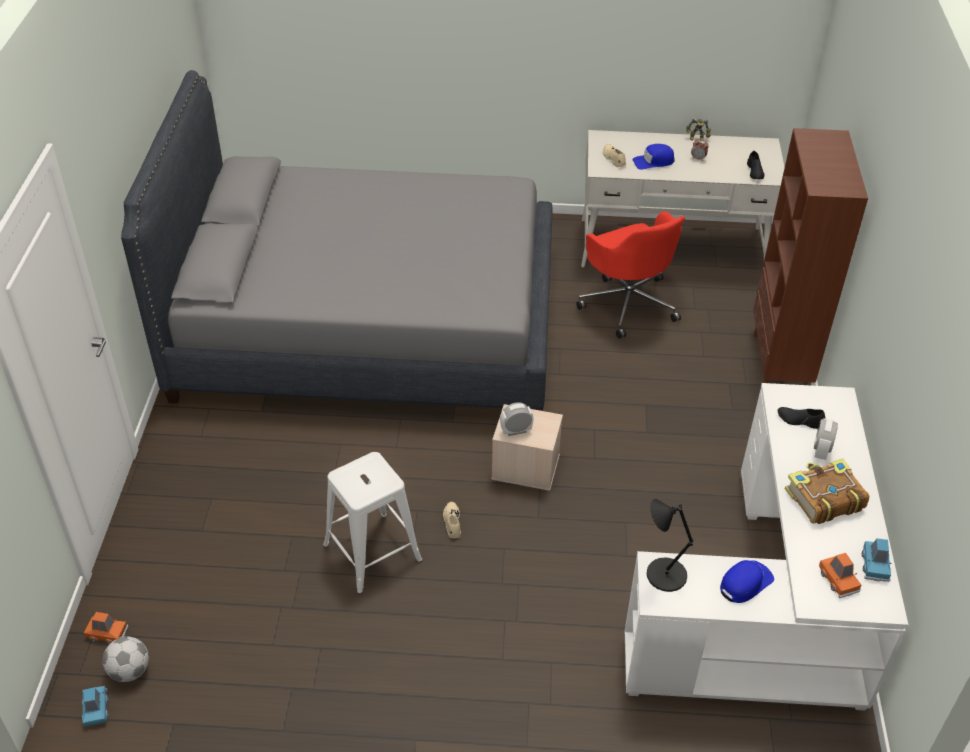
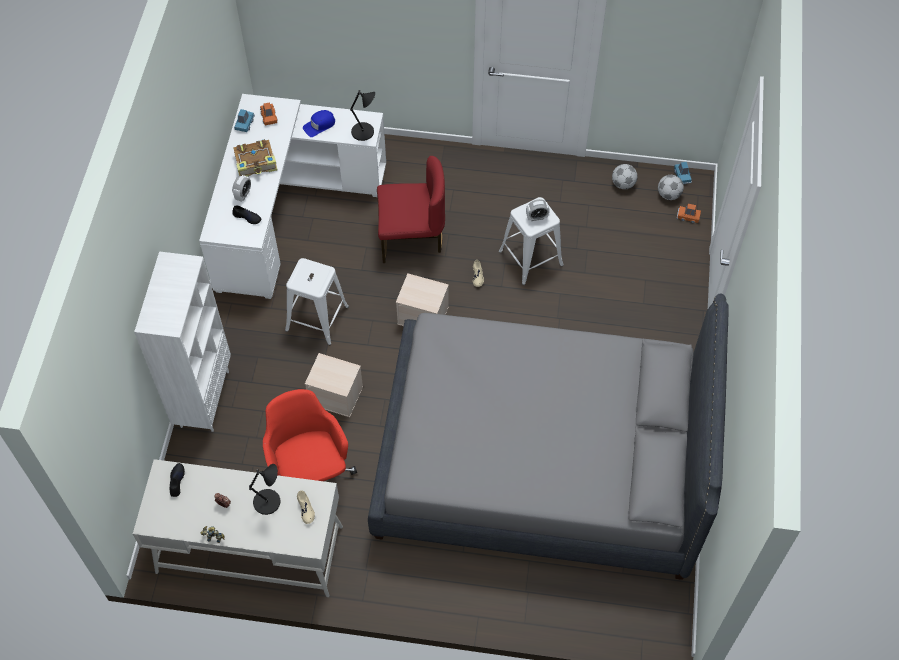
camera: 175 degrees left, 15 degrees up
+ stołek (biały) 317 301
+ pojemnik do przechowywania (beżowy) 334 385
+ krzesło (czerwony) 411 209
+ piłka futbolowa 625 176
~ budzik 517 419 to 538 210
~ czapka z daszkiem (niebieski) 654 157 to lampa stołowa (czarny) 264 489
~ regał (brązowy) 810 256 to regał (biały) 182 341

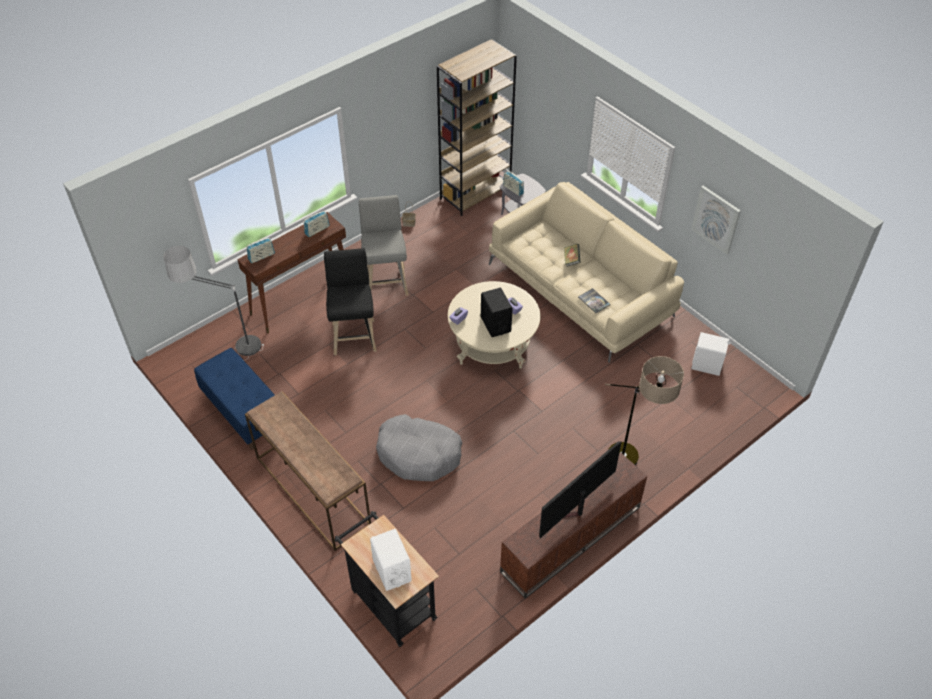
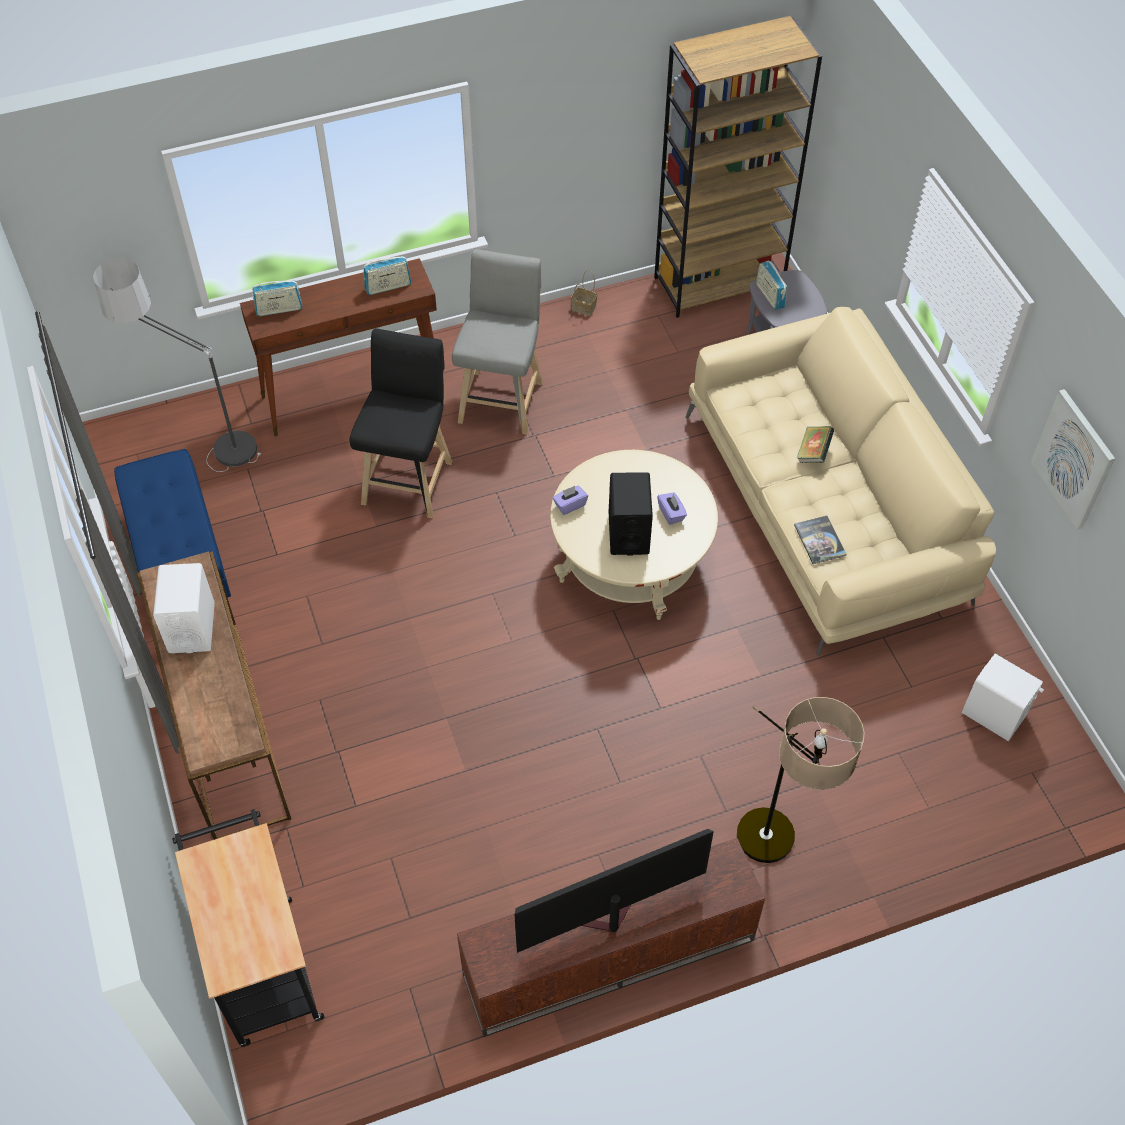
camera: 20 degrees right, 5 degrees up
- legowisko (szary) 419 447
~ głośnik (biały) 391 560 to 184 608

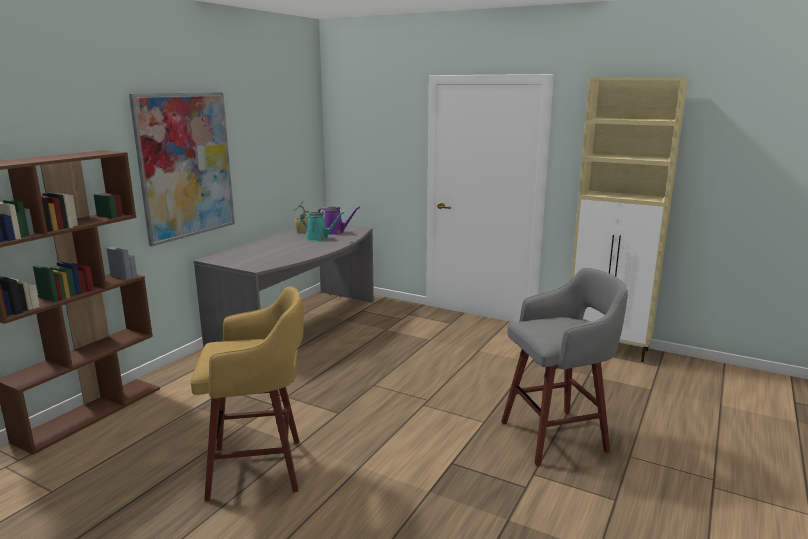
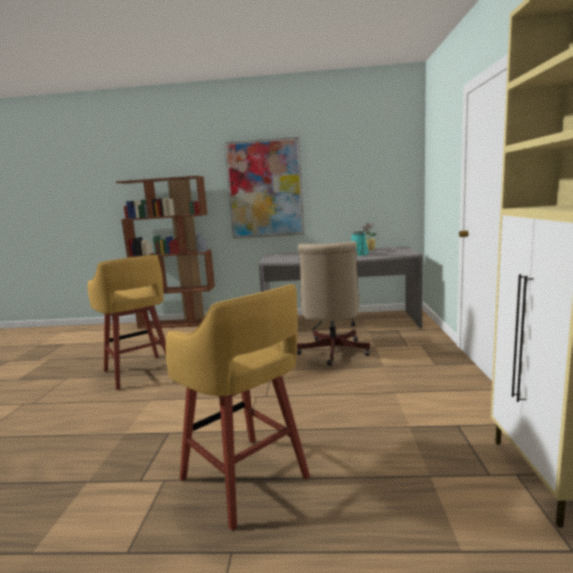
camera: 65 degrees right, 5 degrees down
- konewka (fioletowy) 339 221
+ krzesło biurowe (beżowy) 333 303
~ stołek (szary) 564 367 to stołek (żółty) 238 407

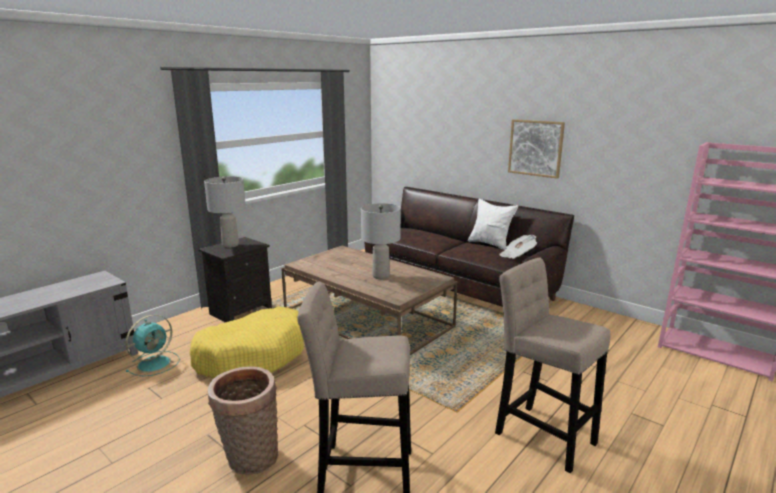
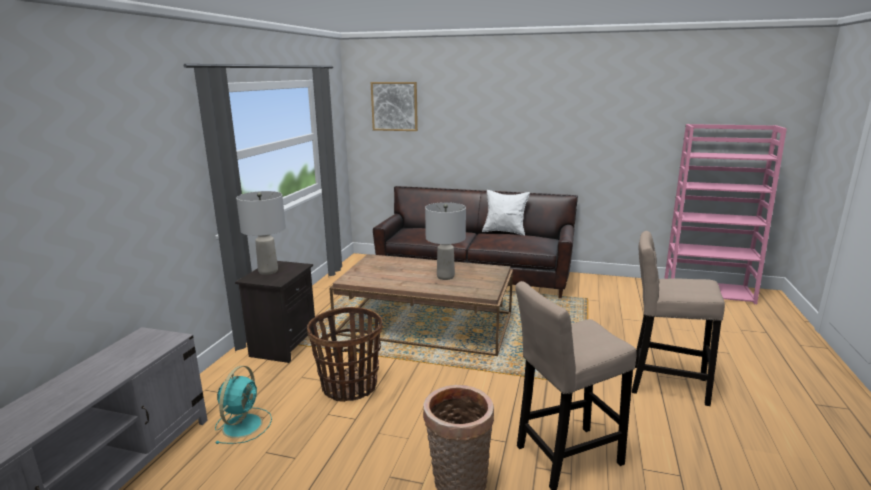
camera: 25 degrees left, 0 degrees up
- gazeta 518 247
~ obraz 536 149 to 394 106
~ legowisko (żółty) 247 343 to koszyk 344 354

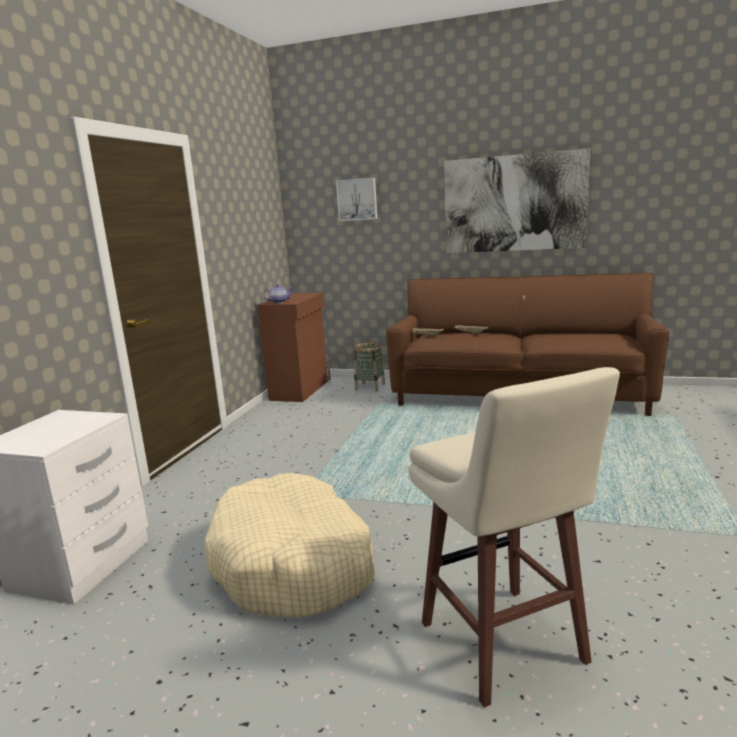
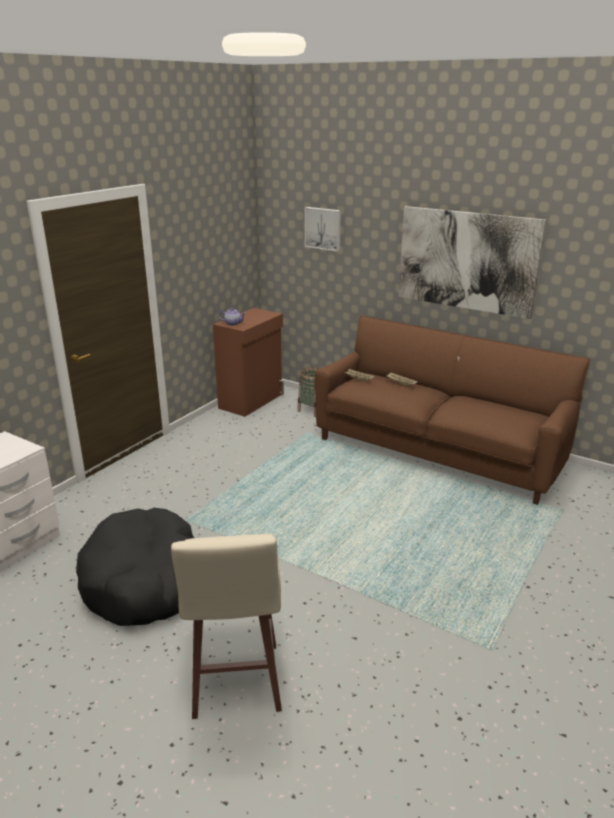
camera: 15 degrees right, 10 degrees up
~ legowisko (beżowy) 289 545 to legowisko (czarny) 135 567

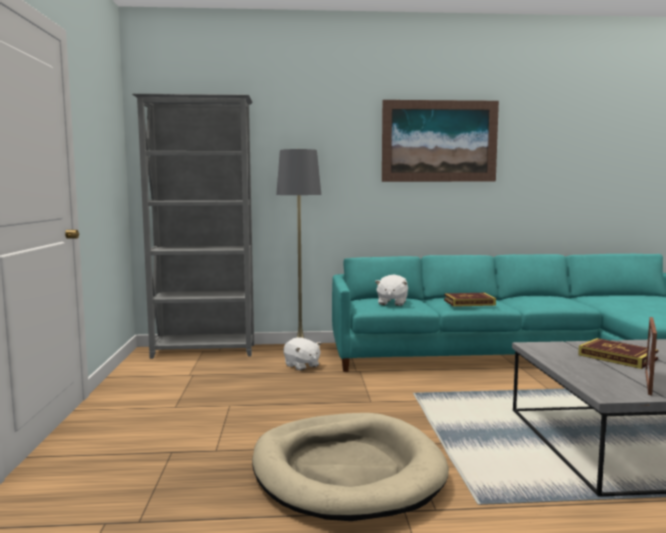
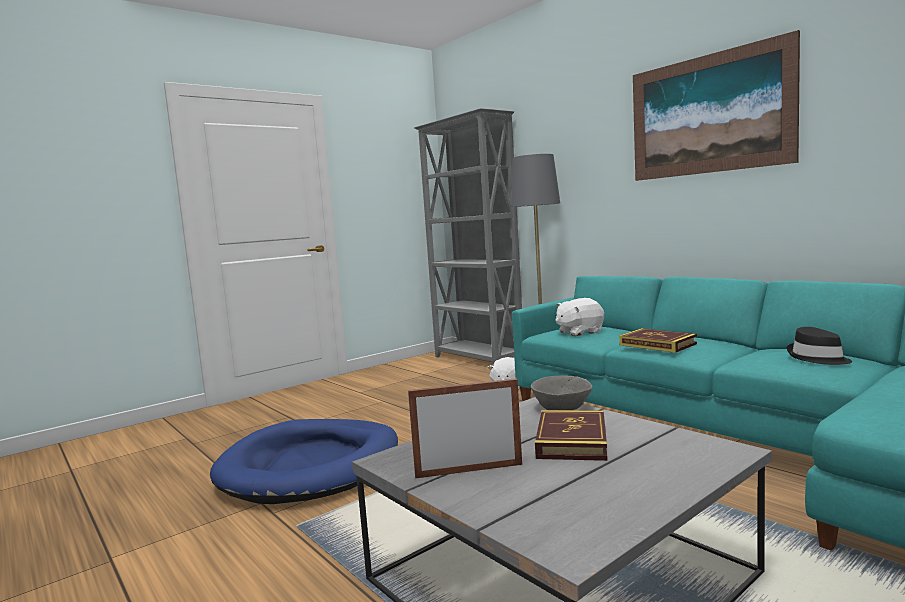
camera: 55 degrees right, 0 degrees up
+ miska (szary) 561 393
+ kapelusz (czarny) 819 346
~ legowisko (beżowy) 350 467 to legowisko (niebieski) 304 461

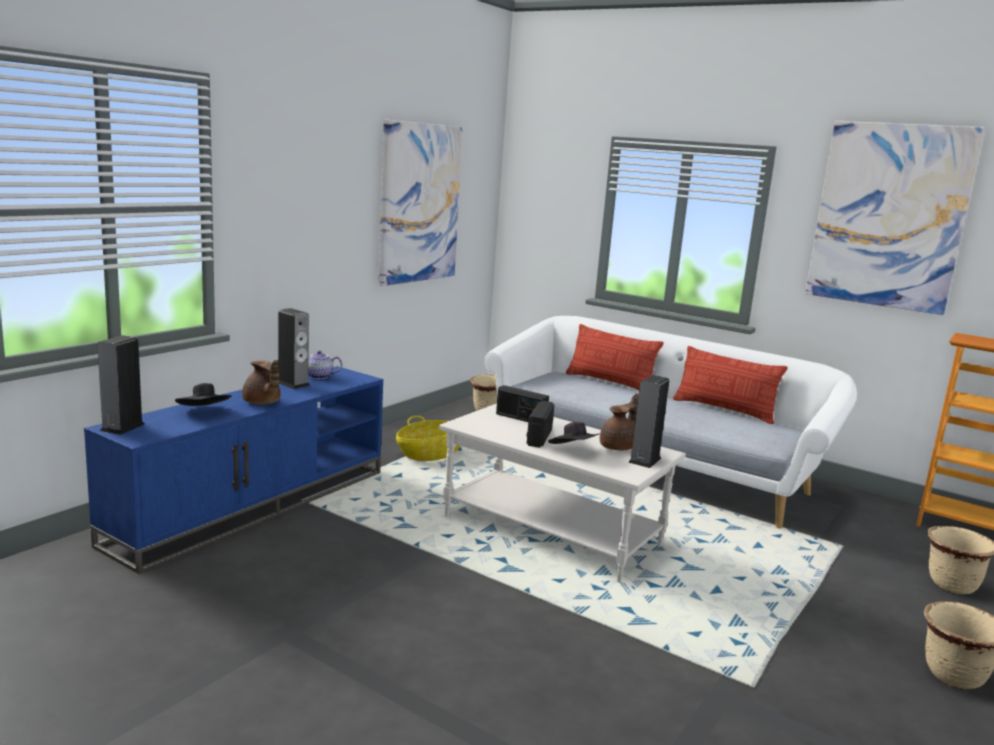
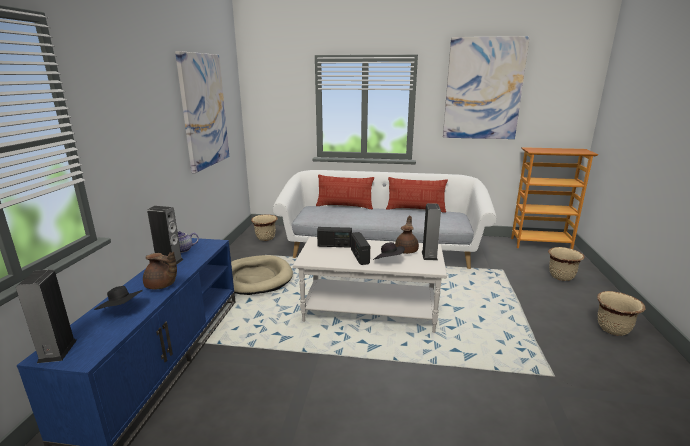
camera: 25 degrees left, 5 degrees up
~ koszyk 428 438 to legowisko (beżowy) 262 275

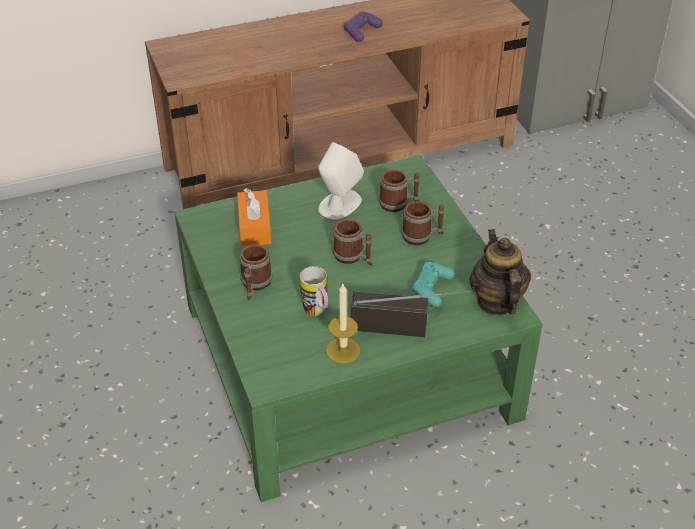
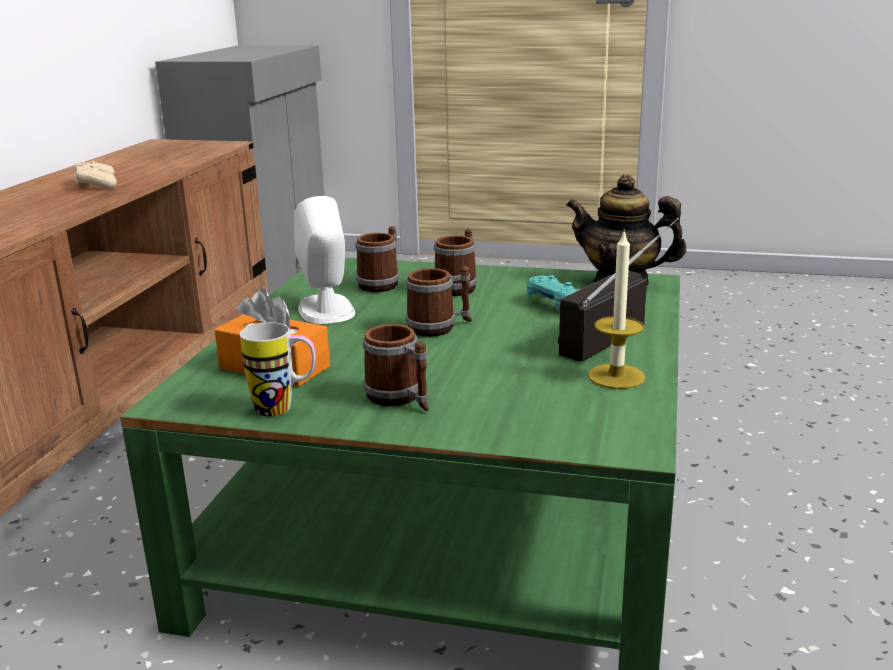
camera: 55 degrees left, 20 degrees down
~ kubek 314 291 to 278 369
~ pad do gier (fioletowy) 363 27 to pad do gier (beżowy) 95 175

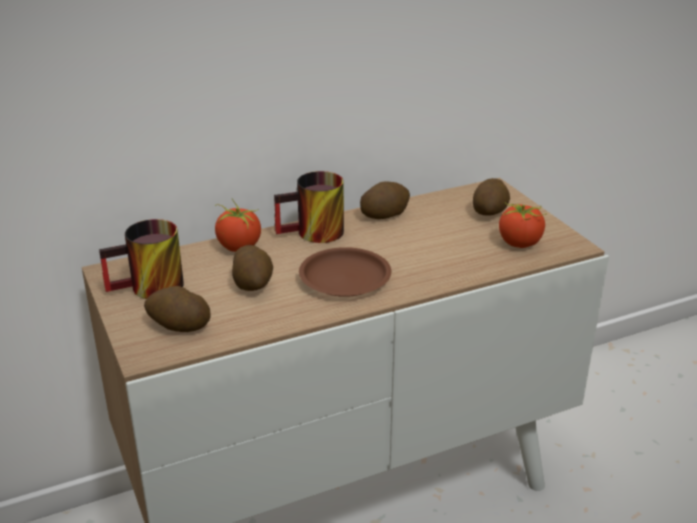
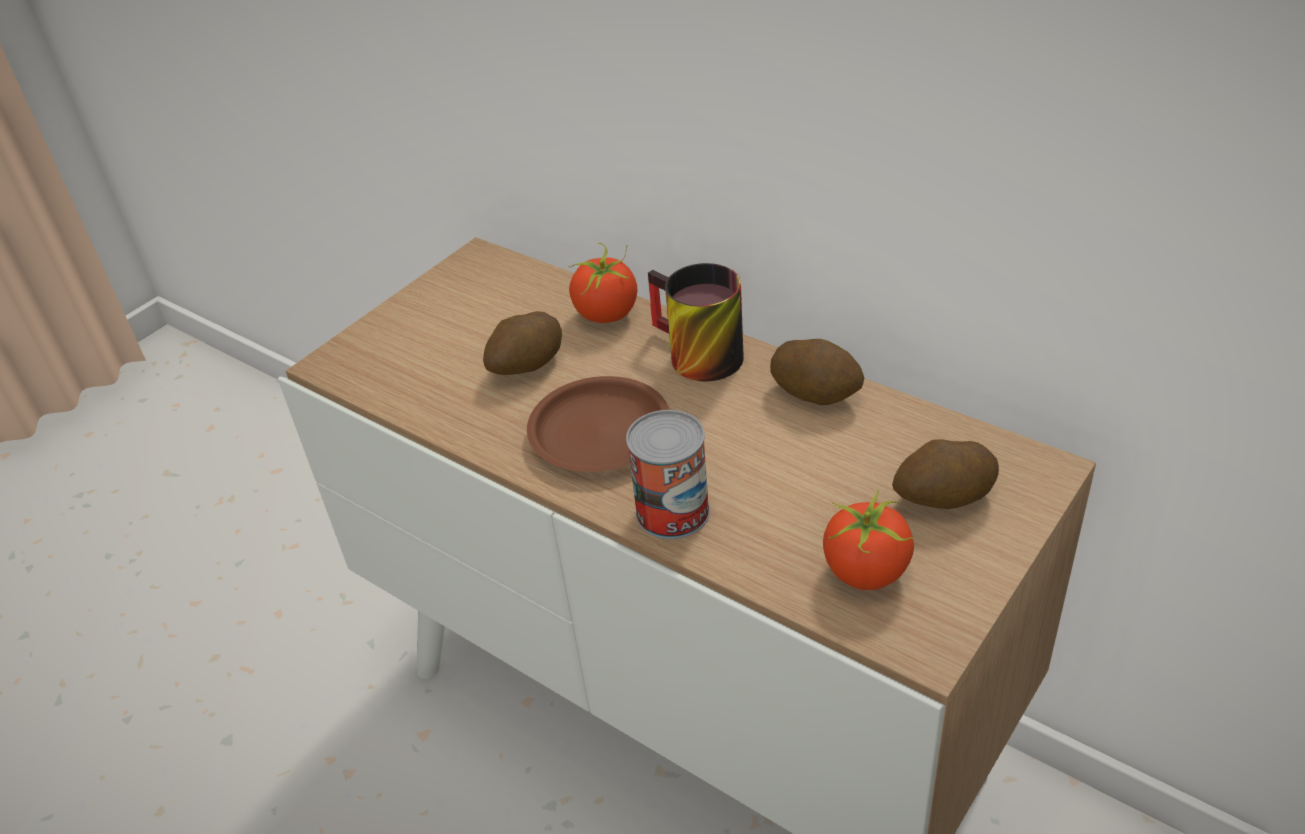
camera: 65 degrees right, 10 degrees up
- kubek 141 259
- ziemniak 177 309
+ puszka 668 474

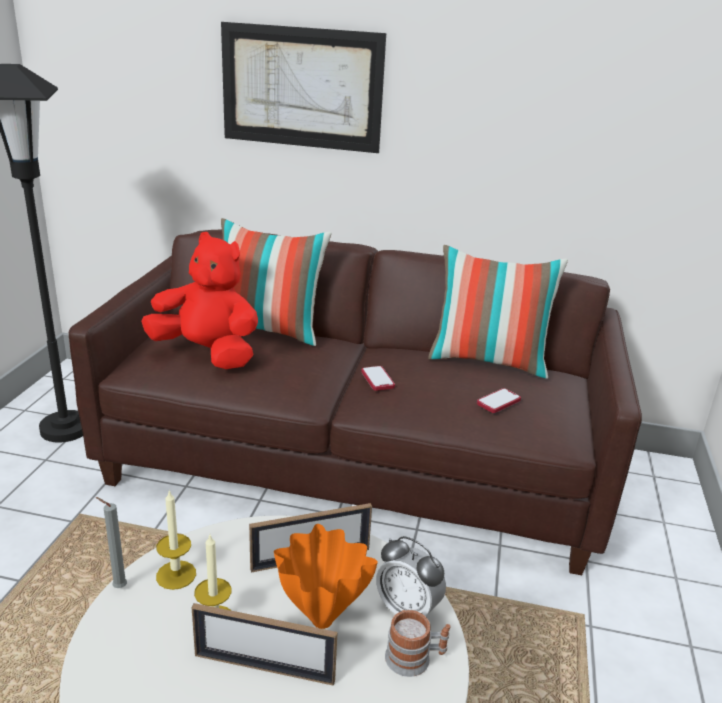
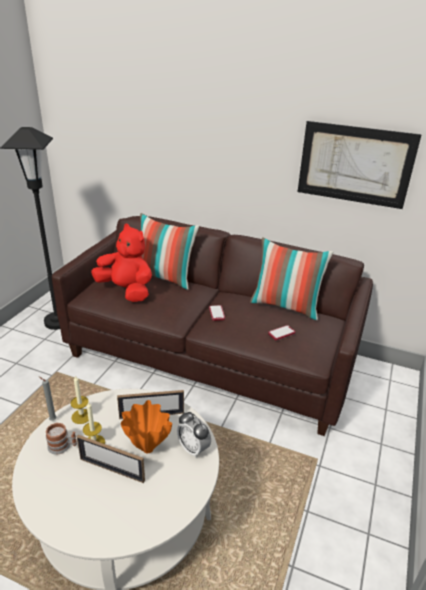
camera: 10 degrees right, 5 degrees up
~ obraz 303 87 to 360 165
~ kubek 418 643 to 61 439

